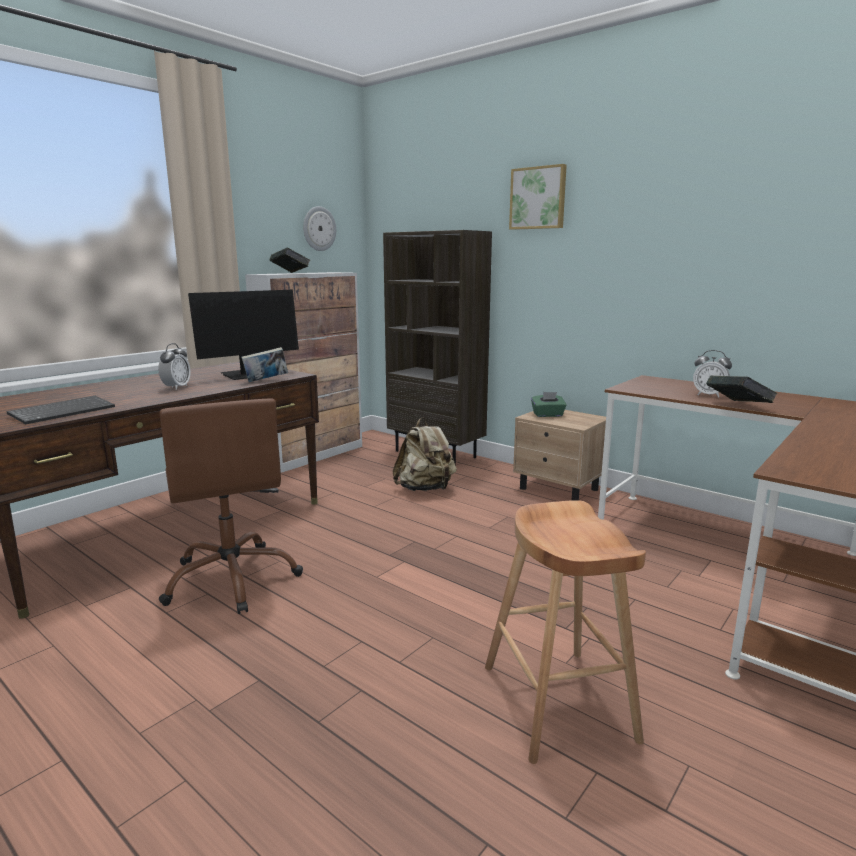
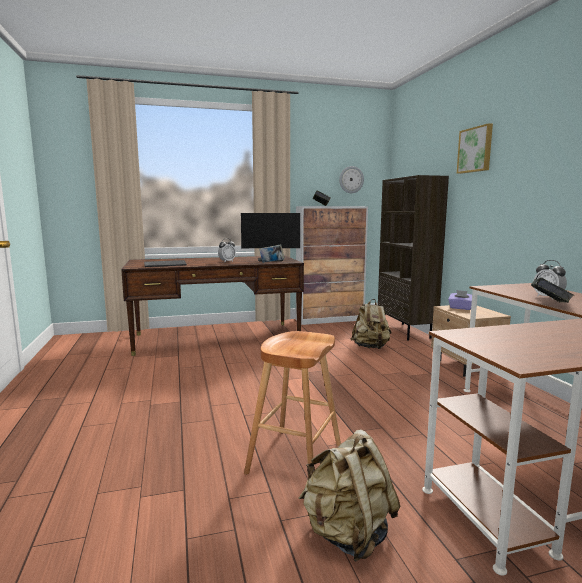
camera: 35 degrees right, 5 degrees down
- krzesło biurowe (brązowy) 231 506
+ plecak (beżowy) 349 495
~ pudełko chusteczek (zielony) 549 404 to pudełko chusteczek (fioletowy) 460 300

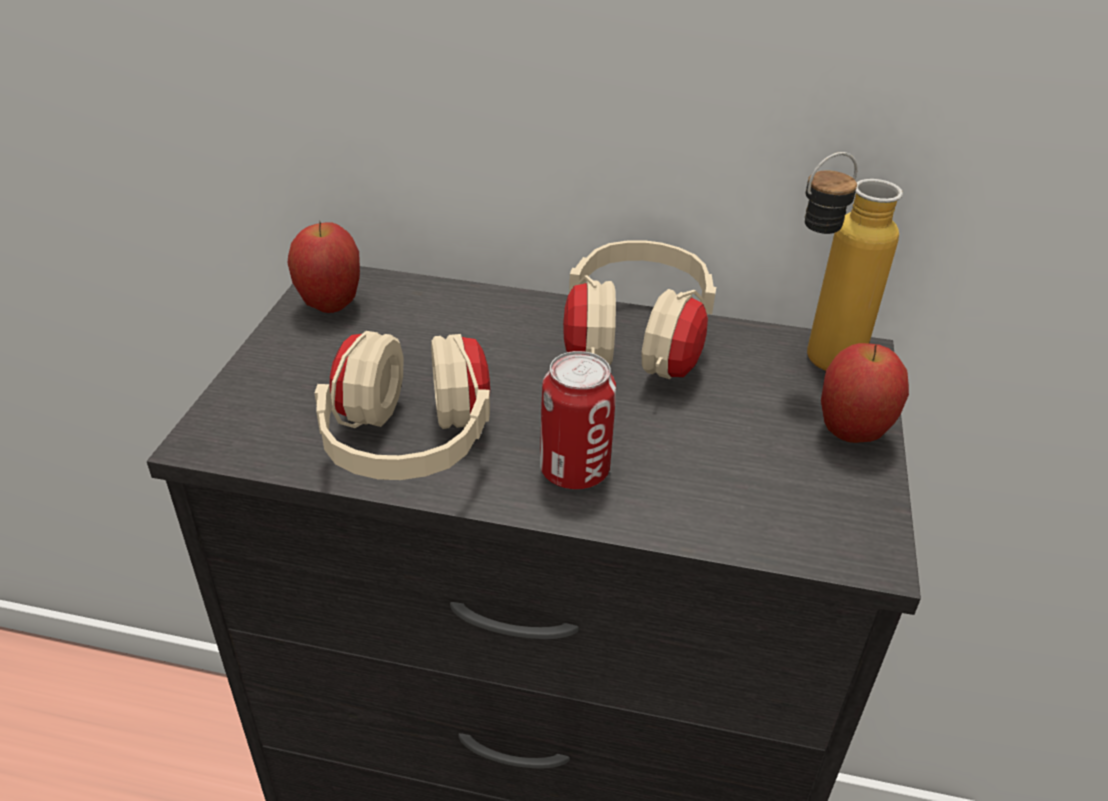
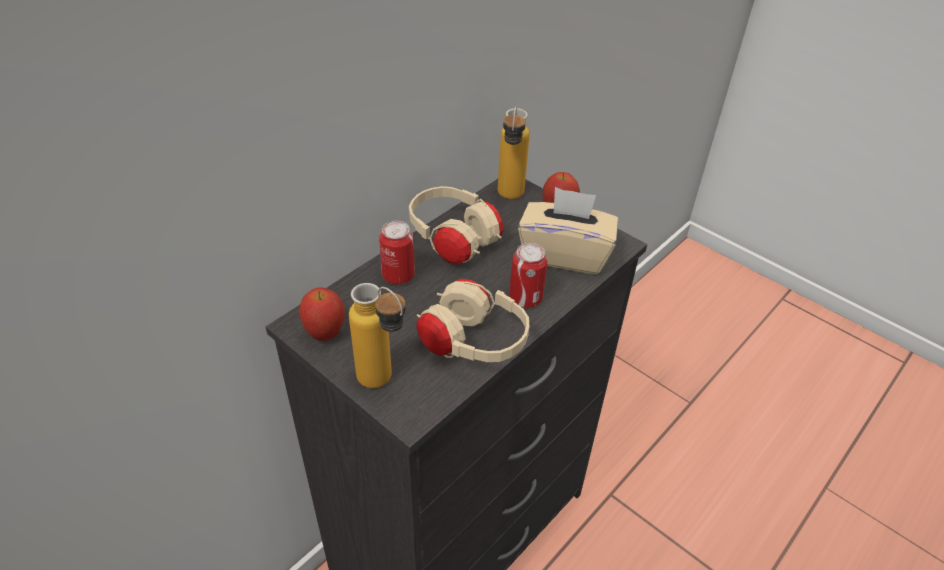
camera: 60 degrees left, 5 degrees up
+ butelka 377 335
+ puszka 397 252
+ pudełko chusteczek (beżowy) 568 230

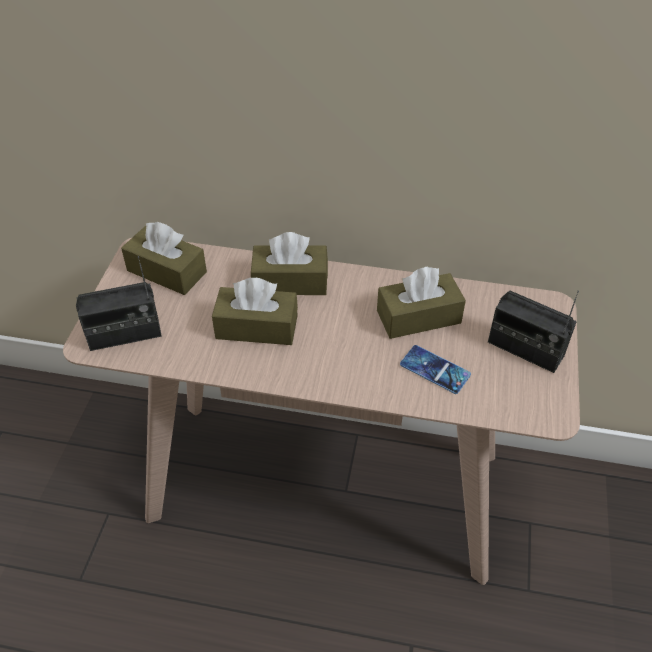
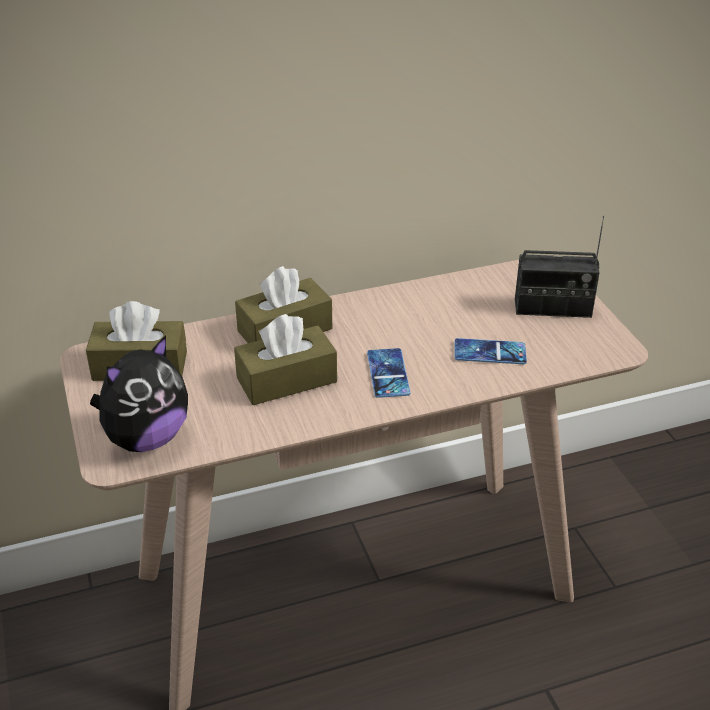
camera: 30 degrees left, 10 degrees down
- pudełko chusteczek (brązowy) 421 303
+ telefon 388 373
~ radio 119 303 to pluszak 139 393

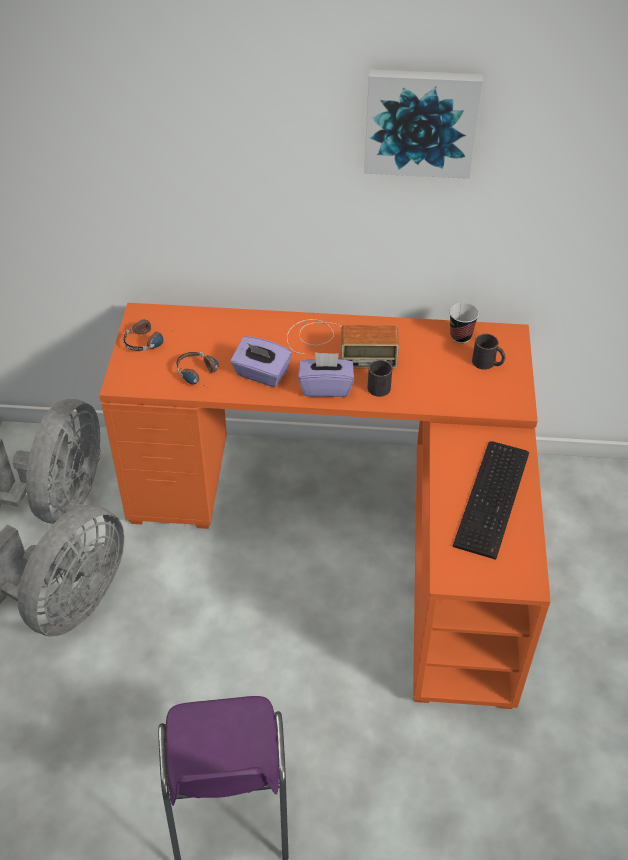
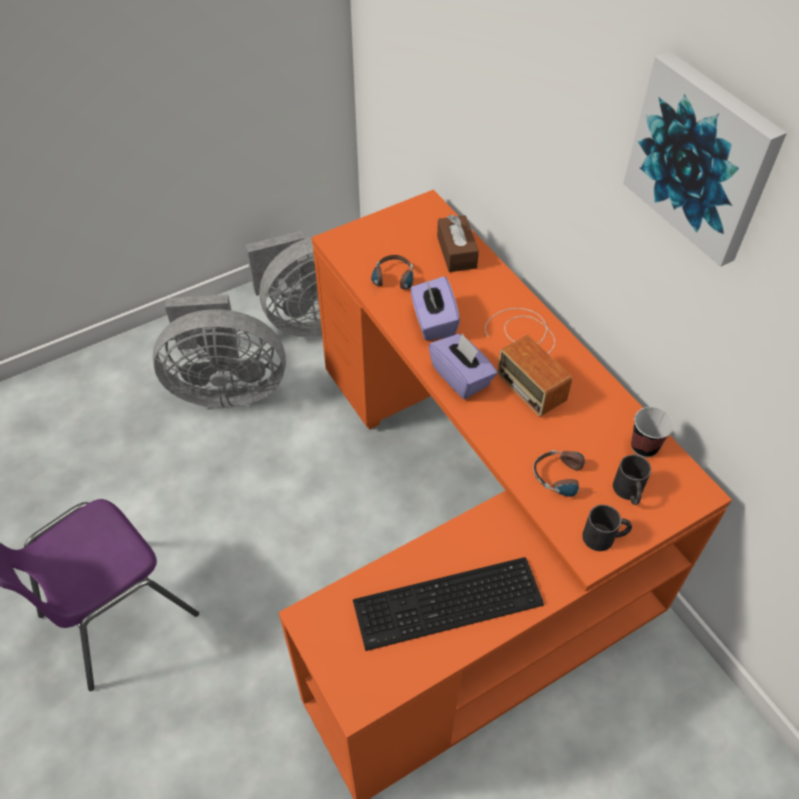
camera: 55 degrees right, 5 degrees up
+ pudełko chusteczek (brązowy) 458 243
~ słuchawki 149 335 to 564 473
~ kubek (czarny) 380 378 to 607 528

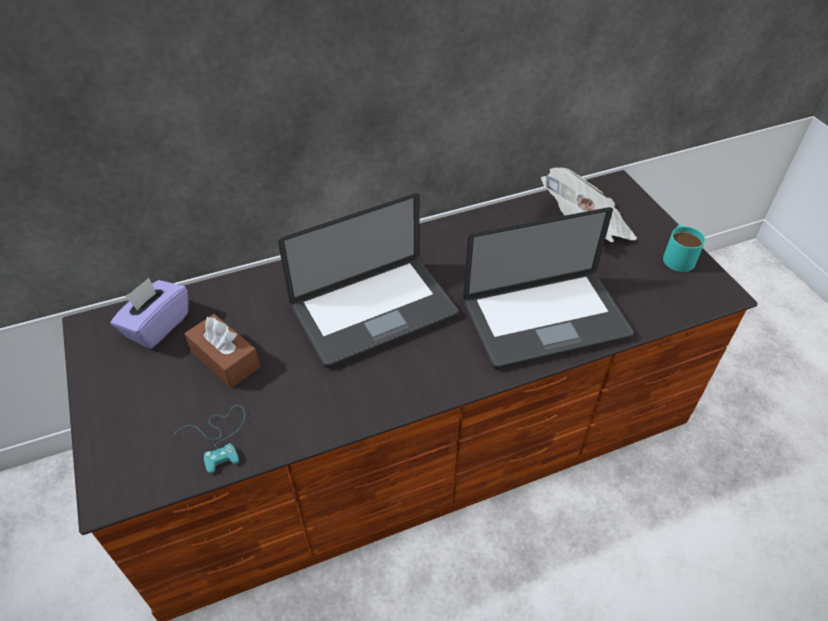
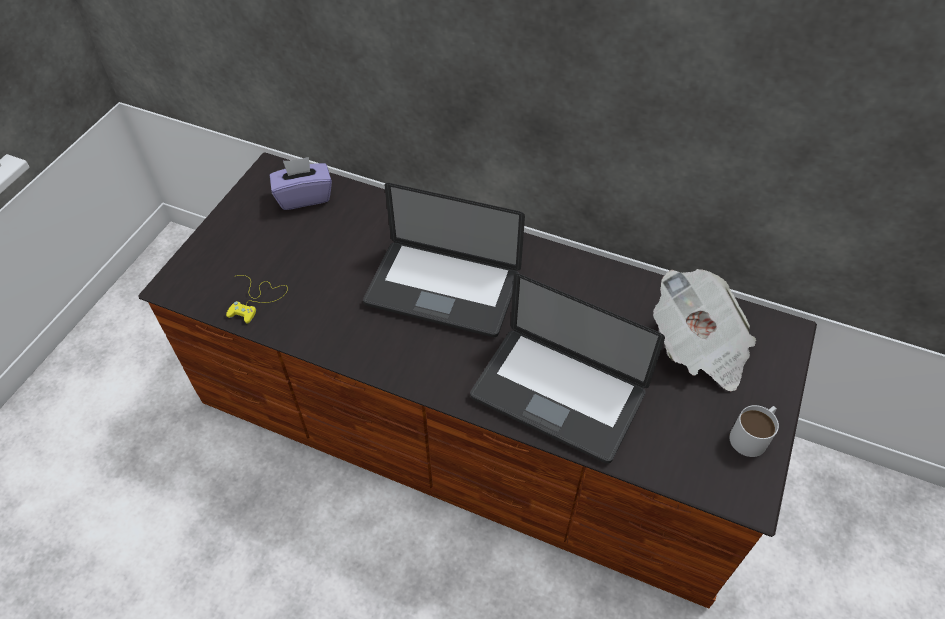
camera: 45 degrees right, 5 degrees up
- pudełko chusteczek (brązowy) 222 351
~ pad do gier (turkusowy) 209 439 to pad do gier (żółty) 257 299
~ kubek (turkusowy) 684 248 to kubek (biały) 754 431

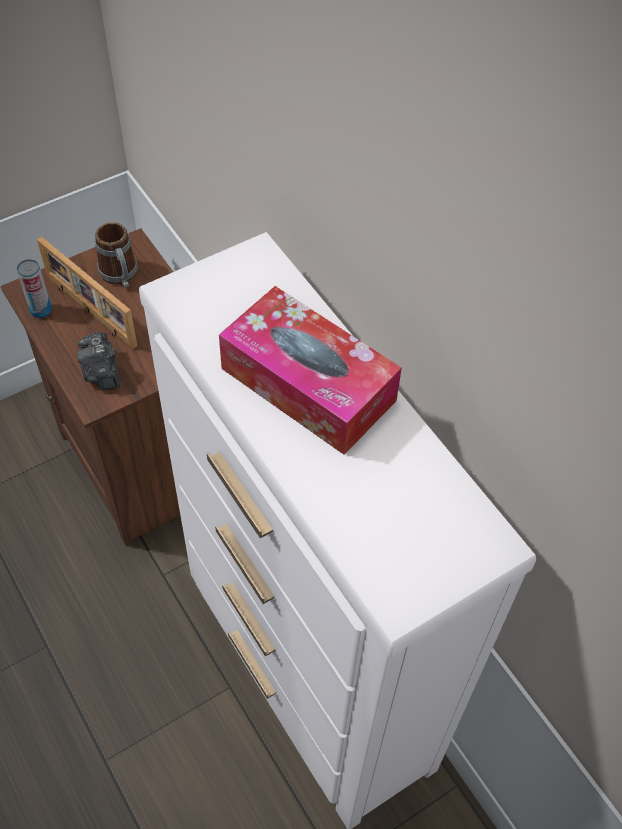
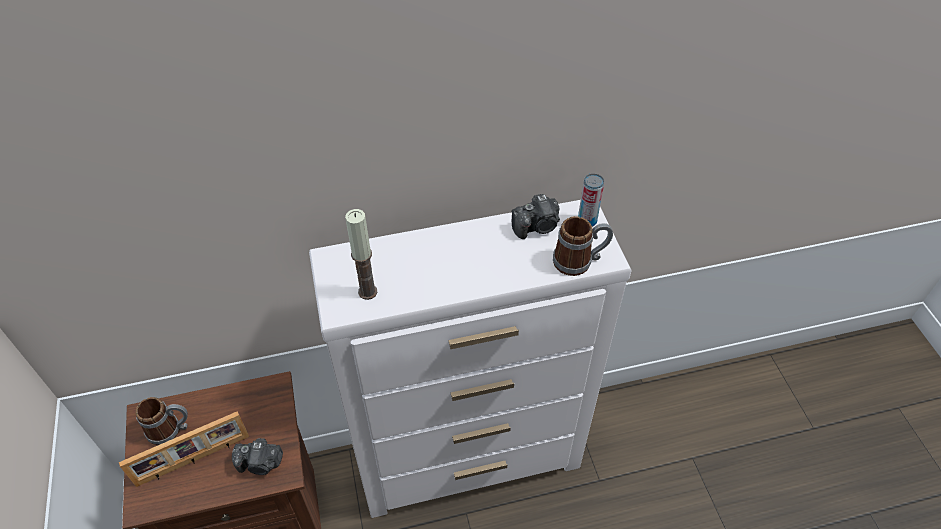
camera: 70 degrees left, 5 degrees down
- pudełko chusteczek 310 370
+ świeca 361 254
+ aparat fotograficzny 536 216
+ kubek 583 246
~ puszka 34 288 to 591 200

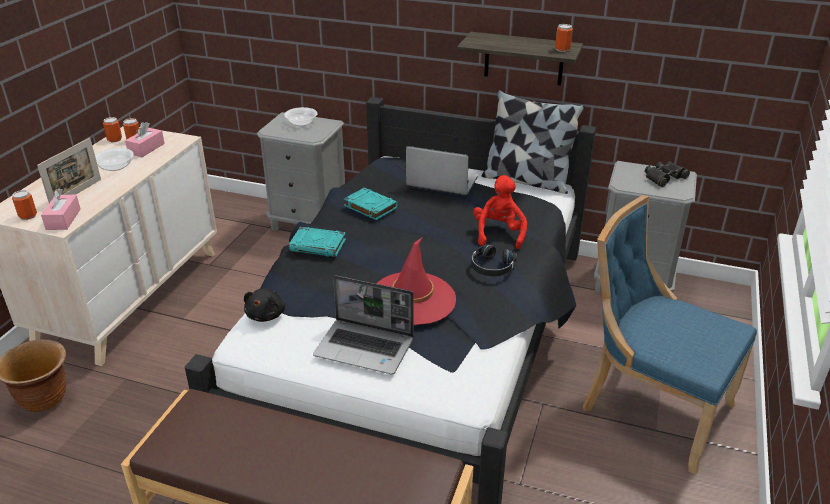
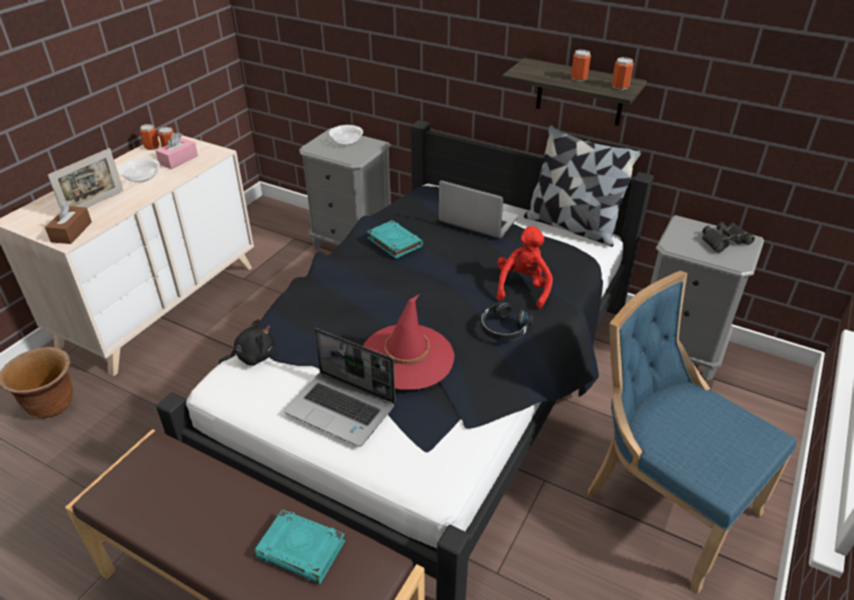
camera: 10 degrees right, 5 degrees up
~ puszka 24 205 to 581 65
~ książka (turkusowy) 317 242 to 299 546
~ pudełko chusteczek (różowy) 60 209 to pudełko chusteczek (brązowy) 68 222
~ pluszak (czarny) 264 305 = 247 342 135 degrees counterclockwise

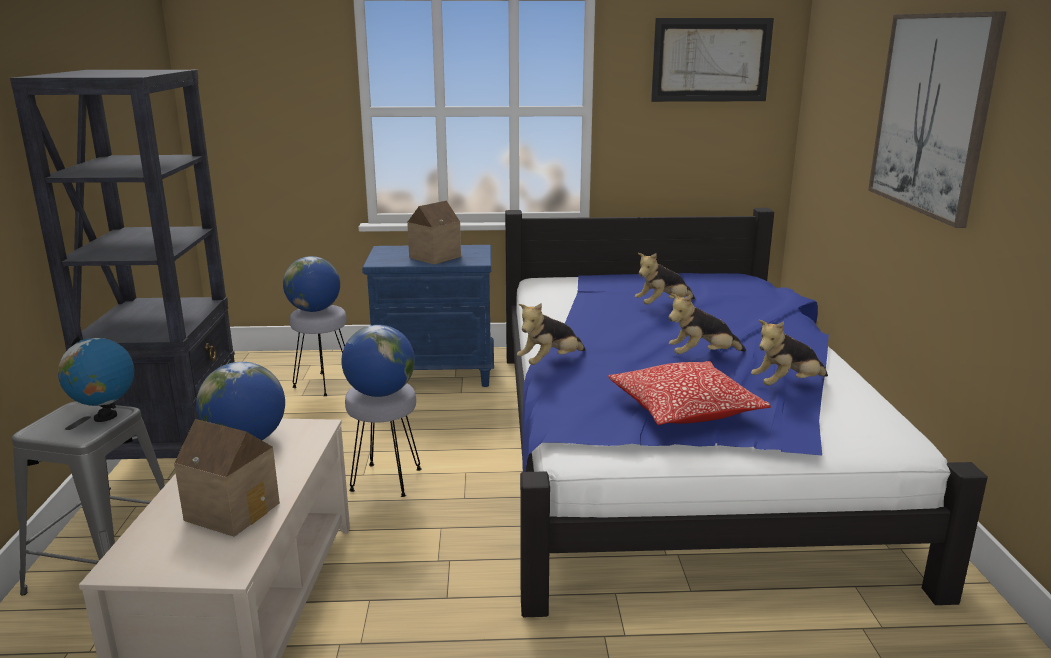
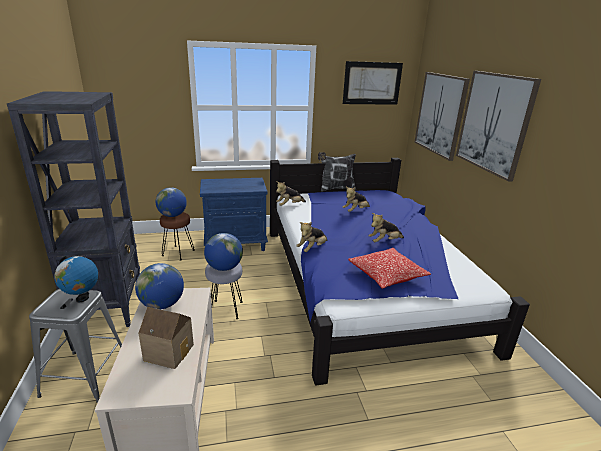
camera: 10 degrees left, 5 degrees up
- domek 434 232
+ poduszka 337 172
+ obraz 442 116
~ pluszak 789 353 to 291 193
~ stołek (szary) 318 350 to stołek (brązowy) 177 236

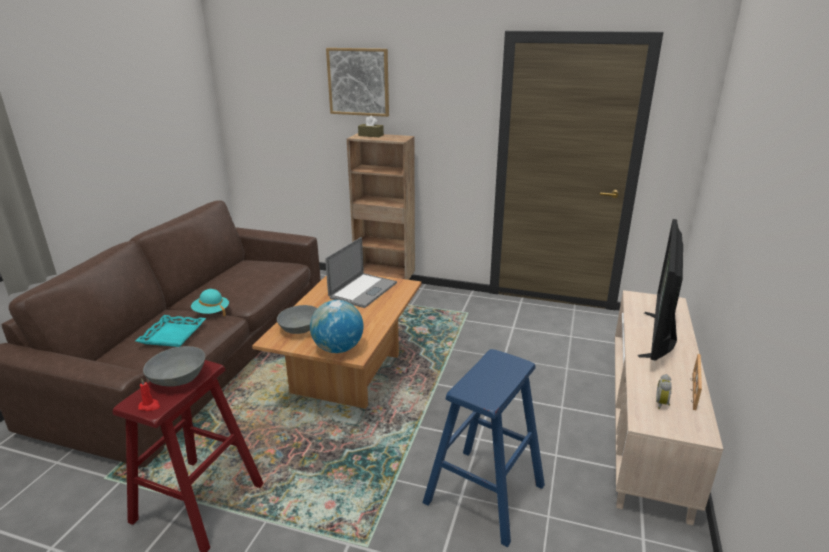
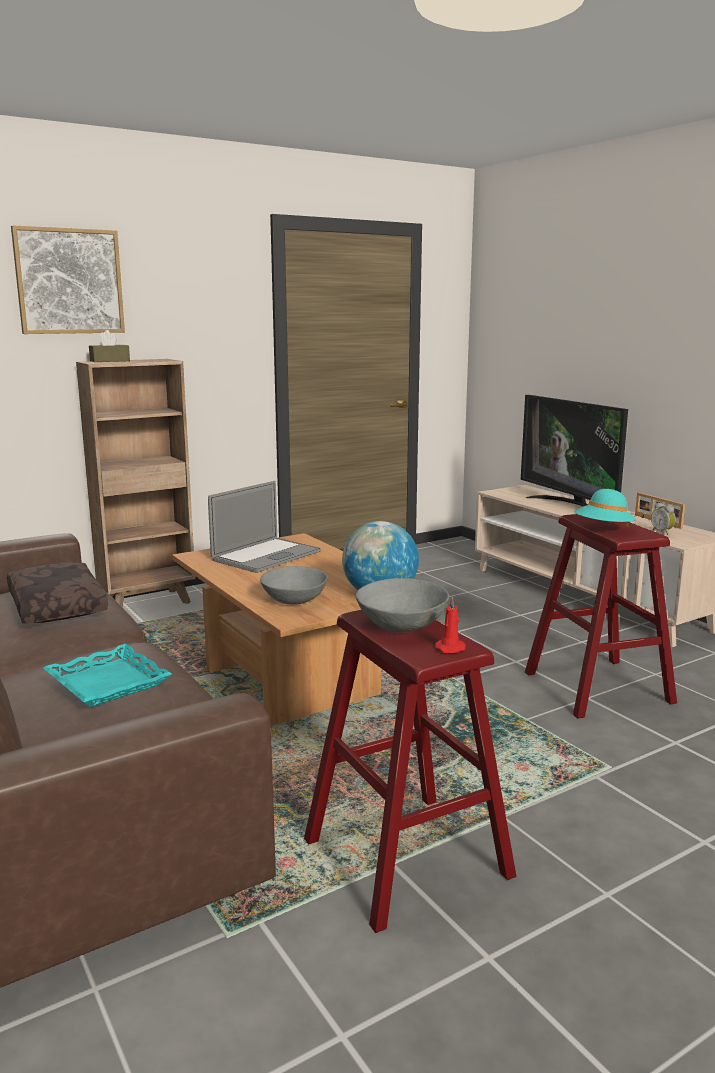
camera: 50 degrees left, 10 degrees down
+ poduszka (brązowy) 57 592
~ kapelusz (turkusowy) 210 302 to 605 508
~ stołek (niebieski) 484 448 to stołek (czerwony) 601 616
~ laptop 361 272 = 264 527 60 degrees clockwise

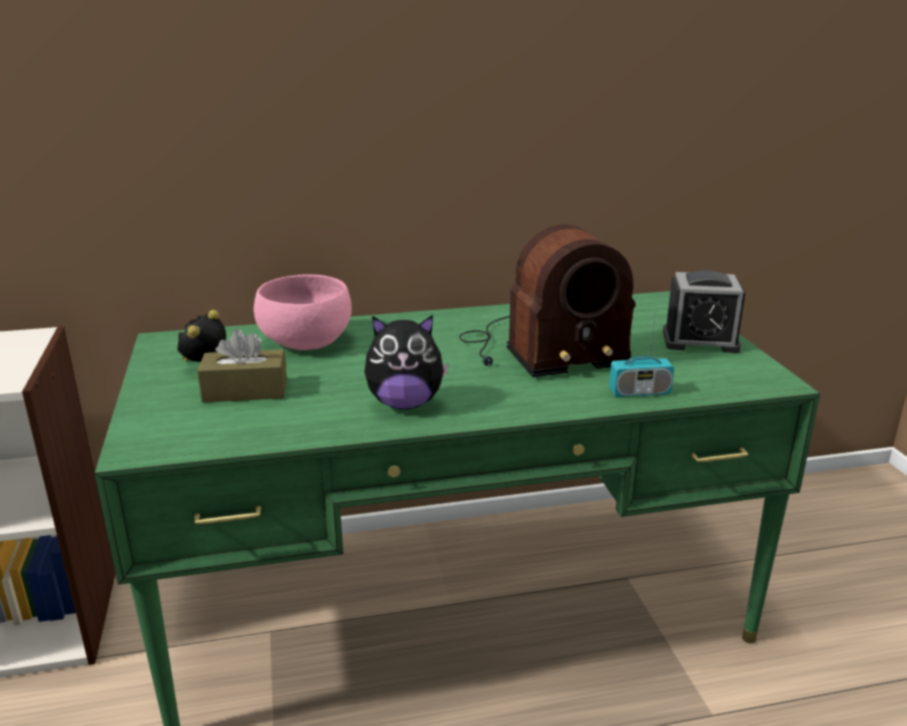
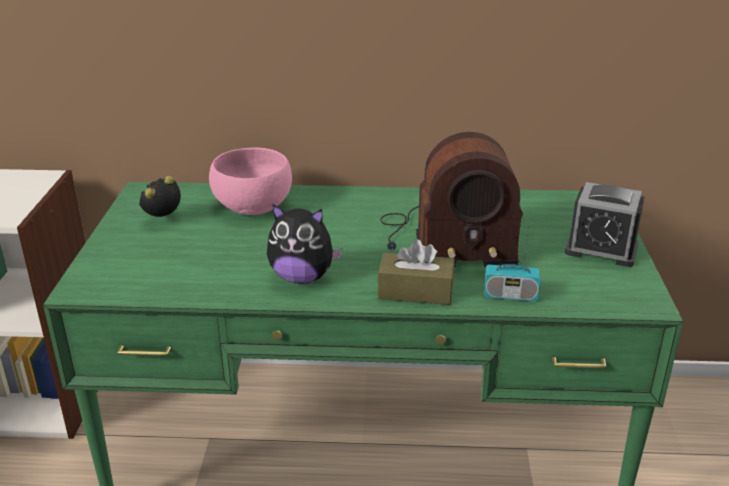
camera: 15 degrees right, 5 degrees up
~ pudełko chusteczek (brązowy) 242 365 to 416 272

